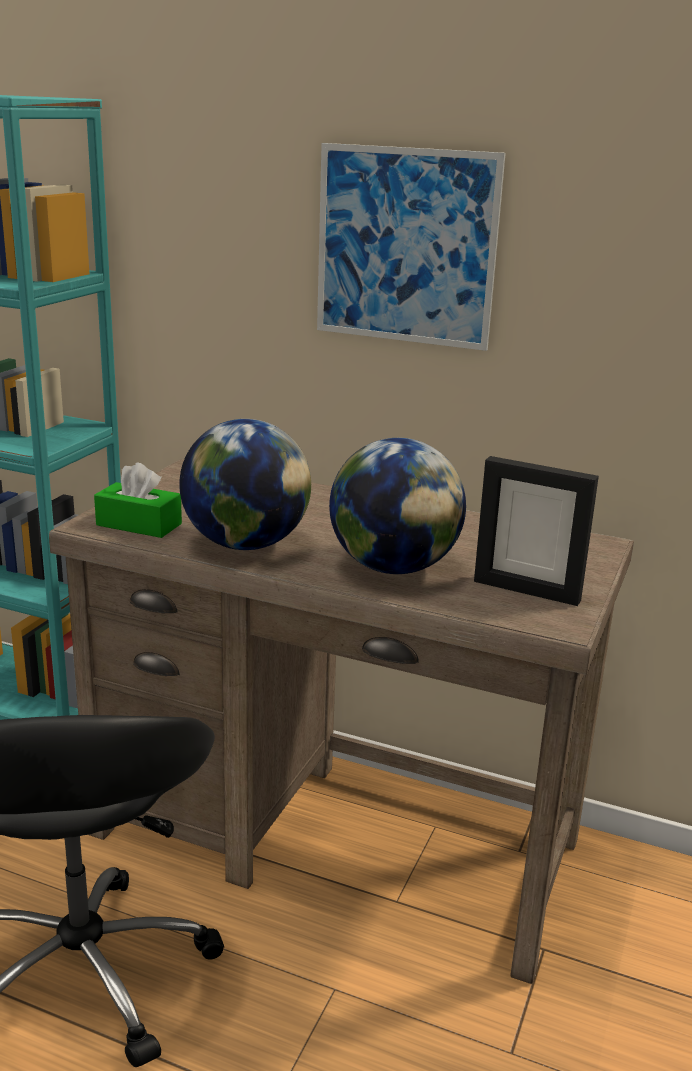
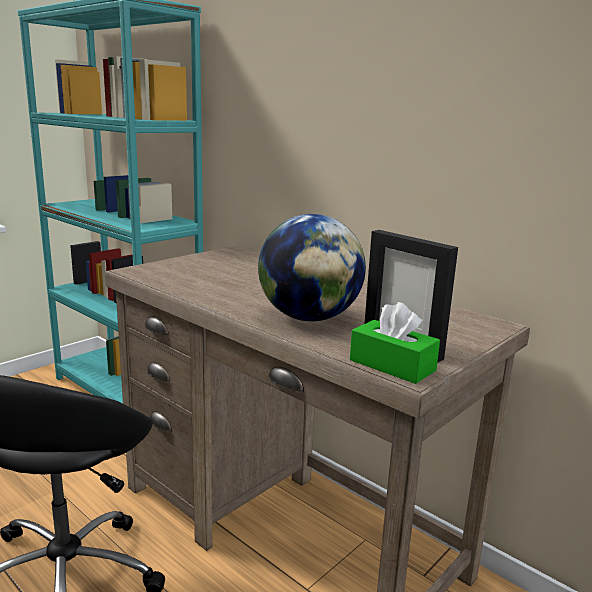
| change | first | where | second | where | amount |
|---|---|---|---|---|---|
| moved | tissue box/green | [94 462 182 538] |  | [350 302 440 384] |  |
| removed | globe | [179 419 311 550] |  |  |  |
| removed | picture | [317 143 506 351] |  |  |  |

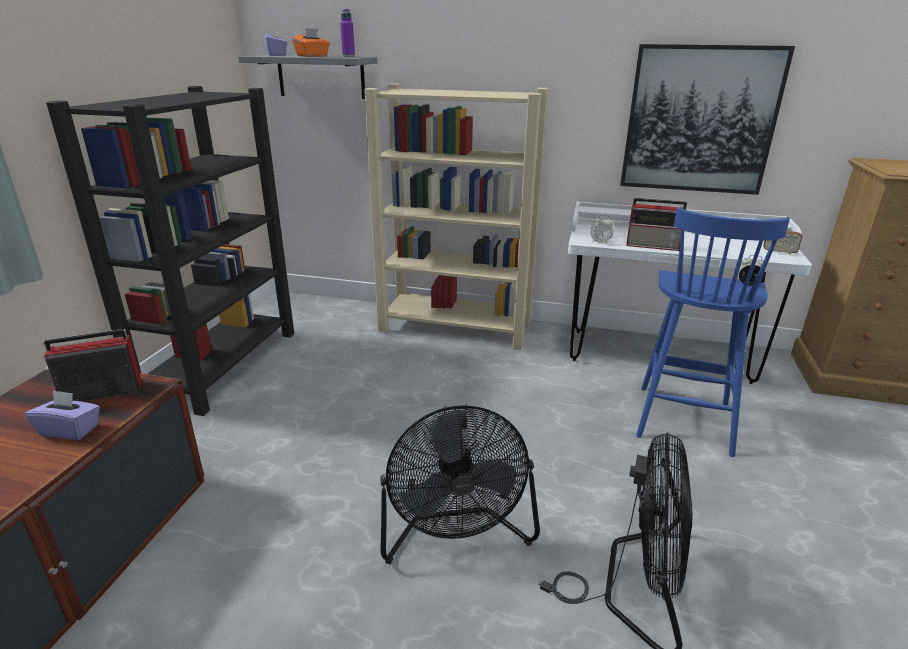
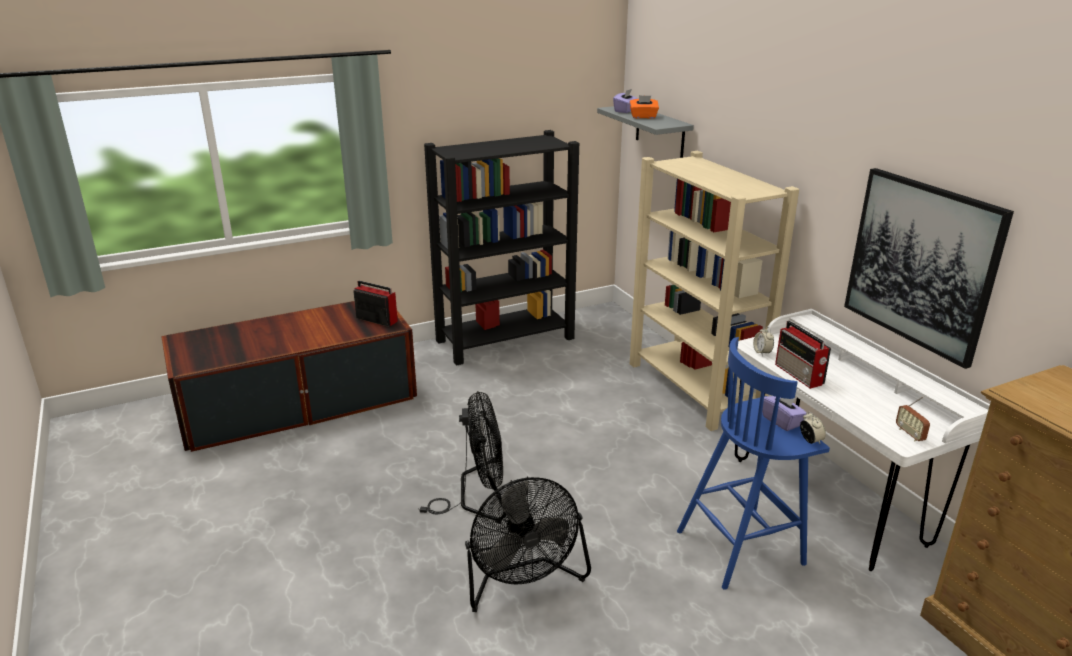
| change | first | where | second | where | amount |
|---|---|---|---|---|---|
| moved | tissue box/purple | [25 390 100 440] |  | [762 396 807 431] |  |
| removed | bottle/purple | [340 9 355 57] |  |  |  |
| turned | fan/black | [380 404 540 565] |  | [418 391 506 523] | 135 degrees counterclockwise |

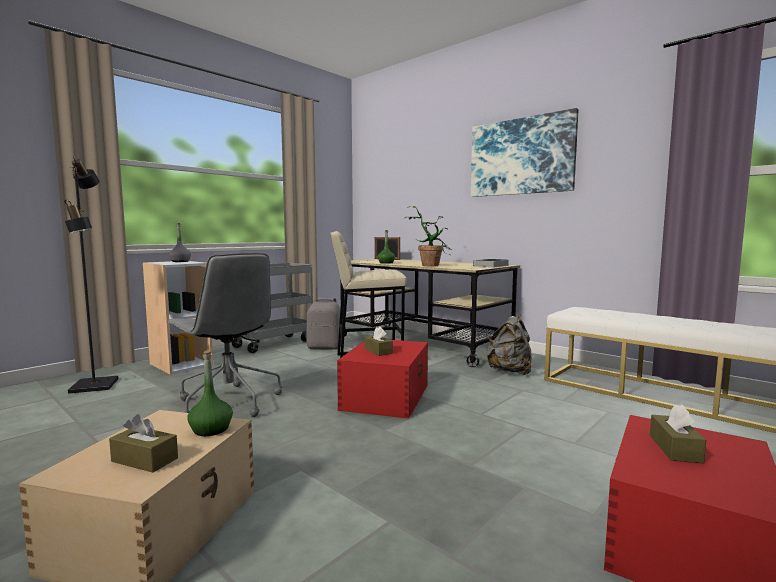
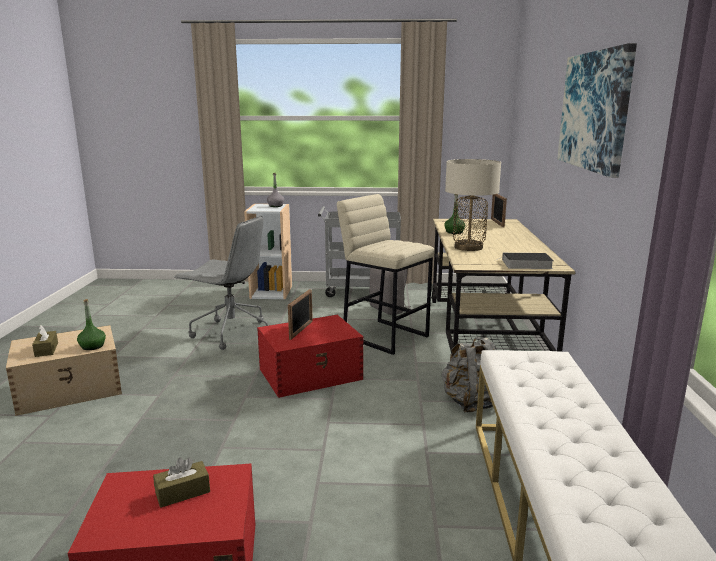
| change | first | where | second | where | amount |
|---|---|---|---|---|---|
| removed | floor lamp/black | [65 156 118 394] |  |  |  |
| turned | office chair/grey | [166 253 282 417] |  | [174 216 268 350] | 75 degrees counterclockwise |
| replaced | tissue box/brown | [365 326 393 356] | picture frame | [288 289 313 340] |  |
| replaced | potted plant | [405 206 452 266] | table lamp | [445 159 501 251] |  |

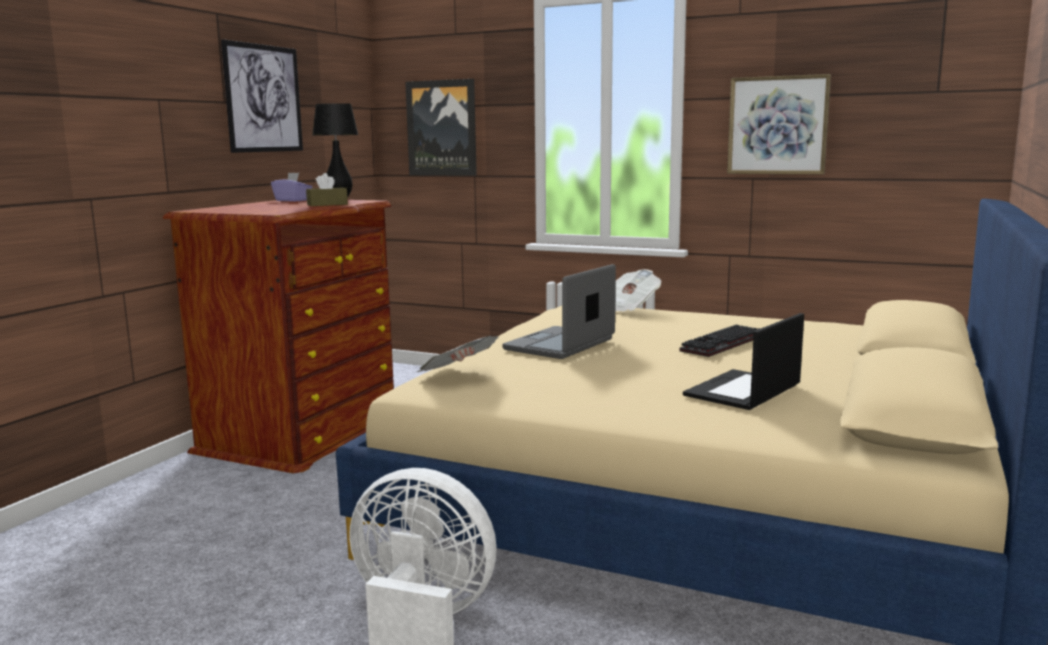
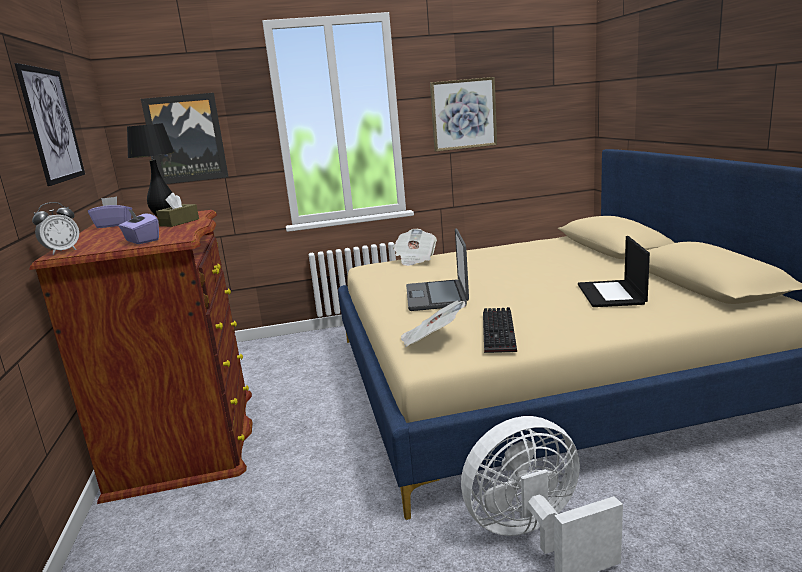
| change | first | where | second | where | amount |
|---|---|---|---|---|---|
| moved | keyboard | [679 325 761 357] |  | [483 307 517 353] |  |
| added |  |  | alarm clock | [32 202 79 255] |  |
| added |  |  | tissue box/purple | [119 209 159 244] |  |

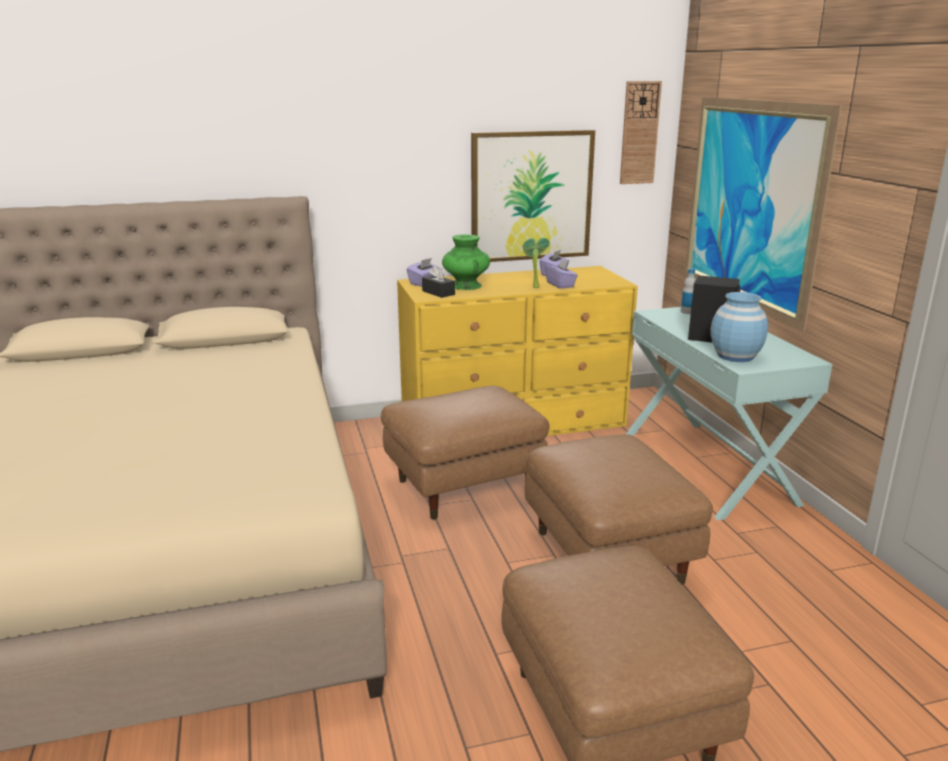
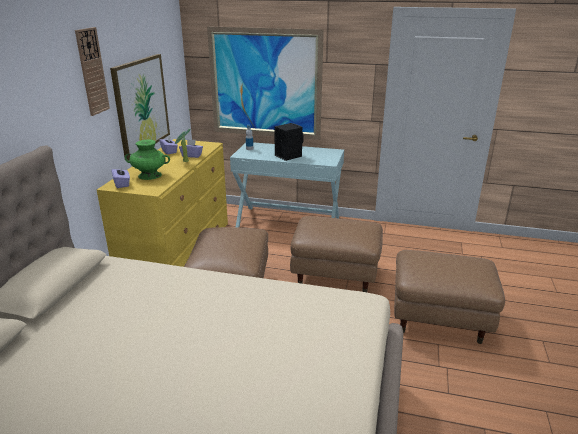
| change | first | where | second | where | amount |
|---|---|---|---|---|---|
| removed | tissue box/black | [422 266 455 298] |  |  |  |
| moved | wall clock | [620 81 662 184] |  | [75 27 110 116] |  |
| removed | vase/blue | [711 292 768 362] |  |  |  |

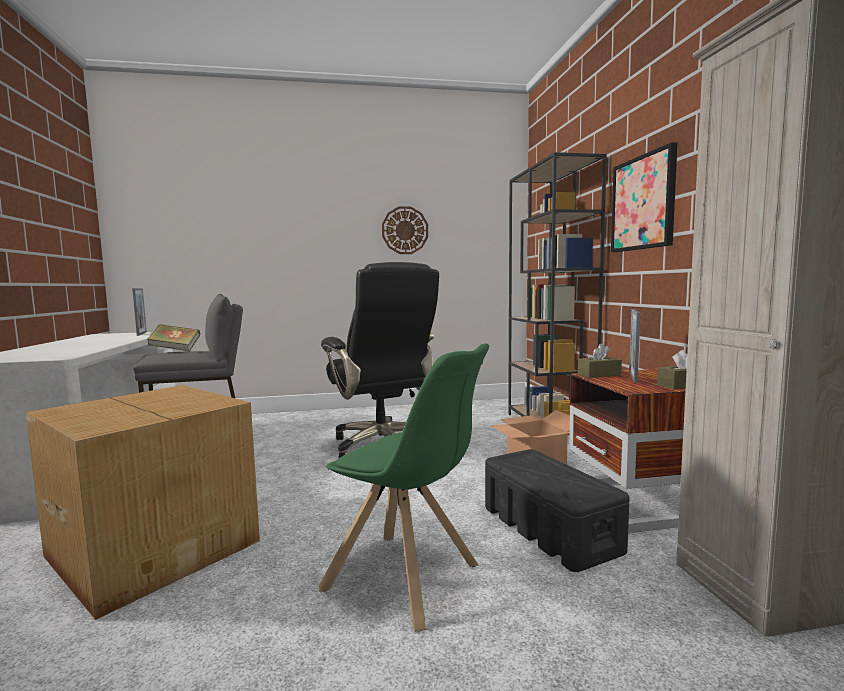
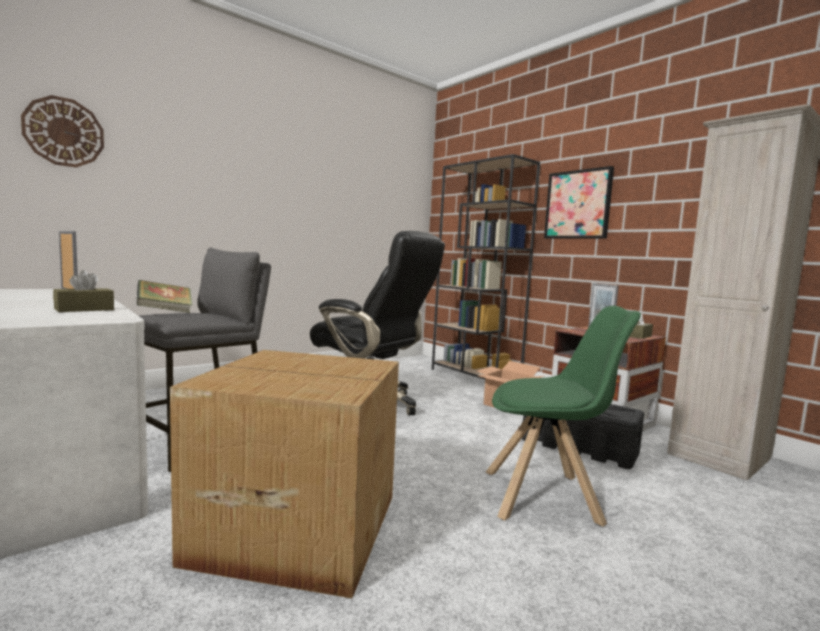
| change | first | where | second | where | amount |
|---|---|---|---|---|---|
| moved | wall clock | [382 206 428 254] |  | [21 95 104 167] |  |
| moved | tissue box/brown | [578 344 622 378] |  | [53 270 114 312] |  |

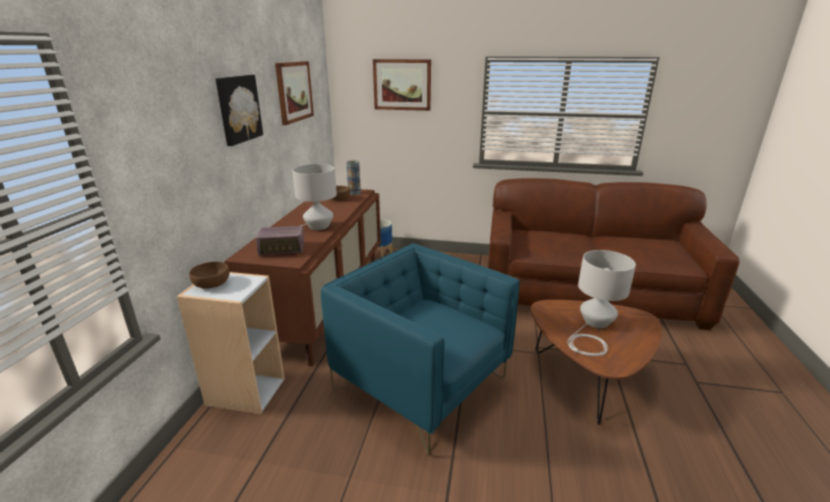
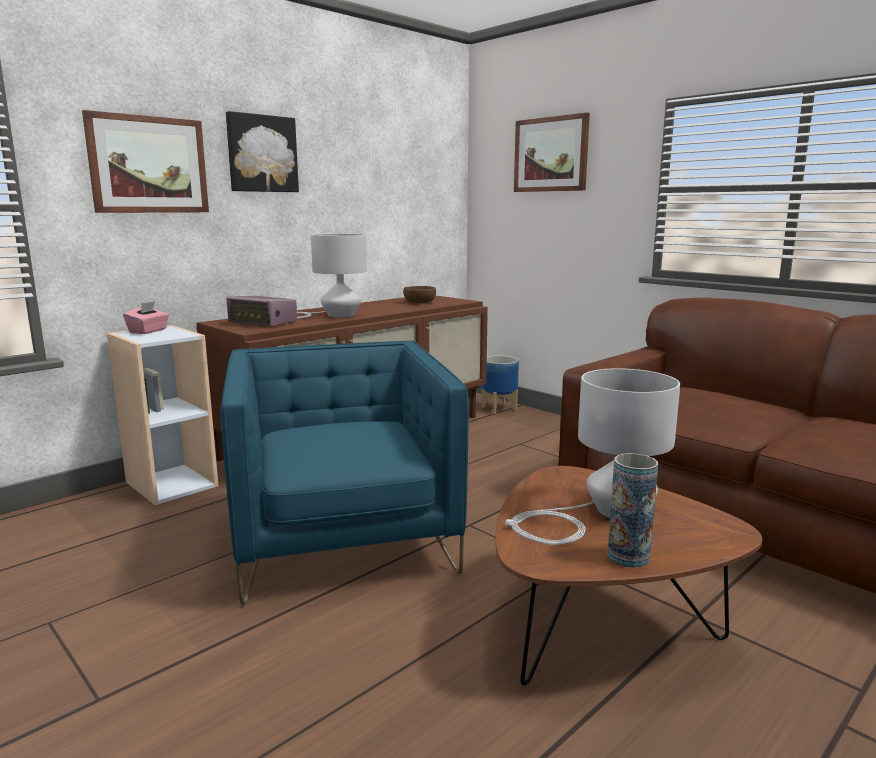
| change | first | where | second | where | amount |
|---|---|---|---|---|---|
| replaced | bowl/brown | [189 262 230 288] | tissue box/pink | [123 301 169 334] |  |
| moved | picture | [275 61 314 125] |  | [82 110 209 213] |  |
| moved | vase | [346 160 361 195] |  | [608 453 658 568] |  |

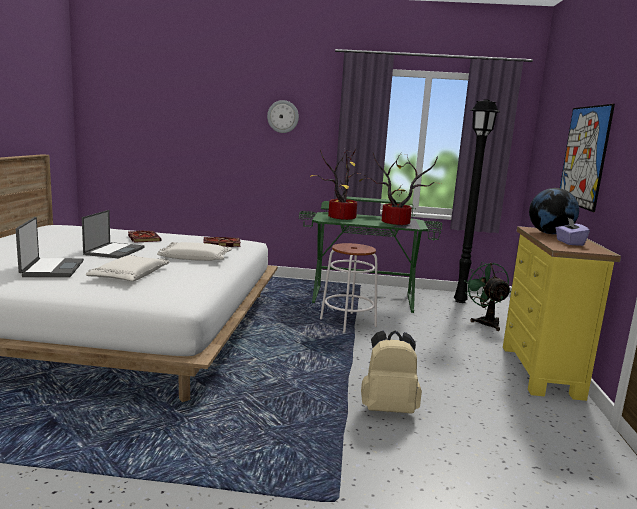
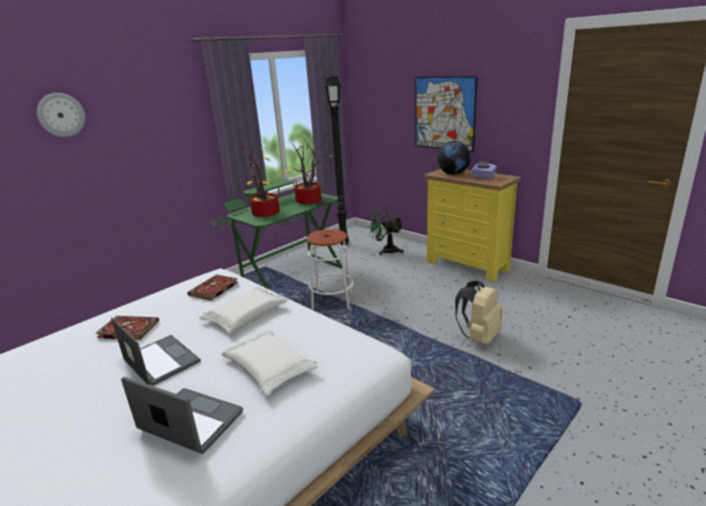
| change | first | where | second | where | amount |
|---|---|---|---|---|---|
| moved | wall clock | [267 100 299 133] |  | [37 93 85 137] |  |

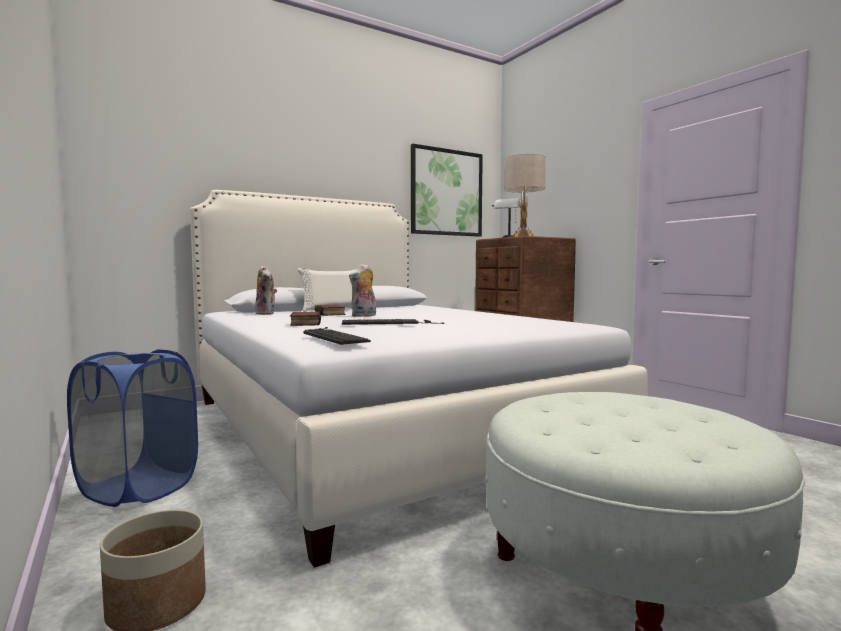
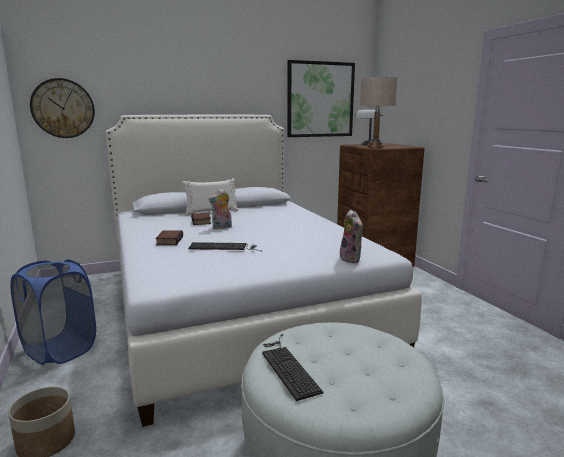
| change | first | where | second | where | amount |
|---|---|---|---|---|---|
| moved | plush toy | [255 265 277 315] |  | [340 209 363 263] |  |
| moved | keyboard | [304 327 371 345] |  | [262 334 324 401] |  |
| added |  |  | wall clock | [30 78 95 138] |  |

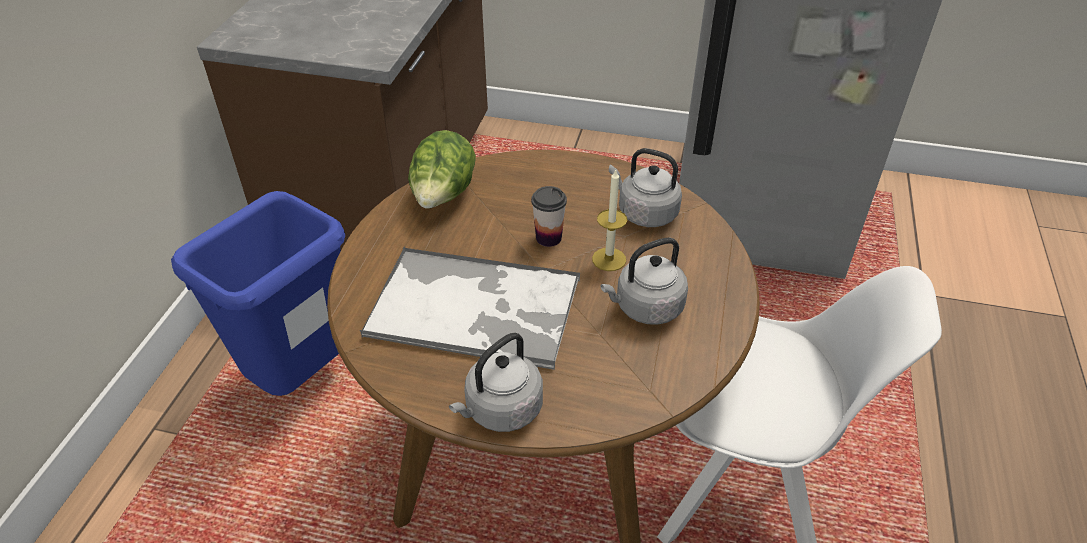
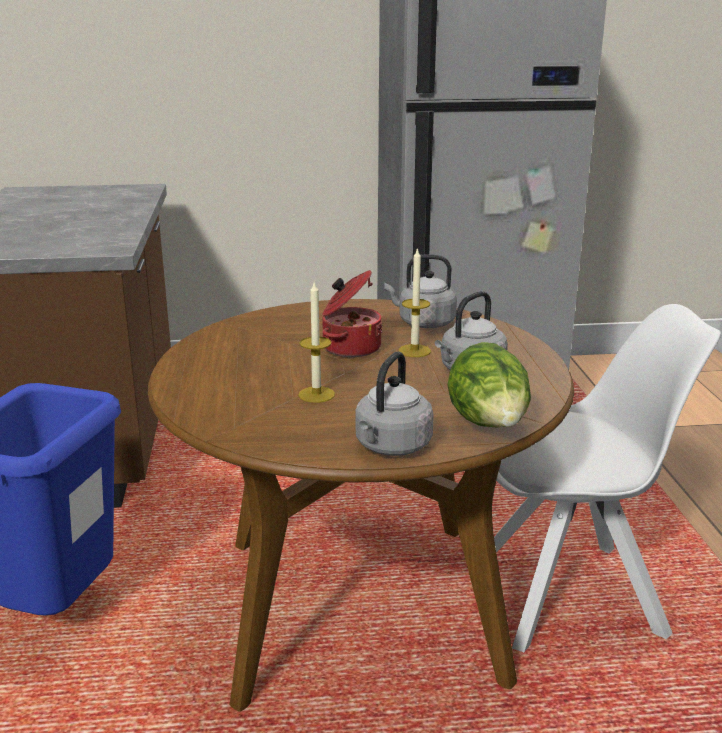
| change | first | where | second | where | amount |
|---|---|---|---|---|---|
| replaced | tray | [360 246 580 370] | candle | [298 280 335 403] |  |
| moved | lettuce | [408 130 476 208] |  | [447 342 531 427] |  |
| replaced | cup | [531 186 567 247] | cooking pot | [322 270 383 357] |  |

